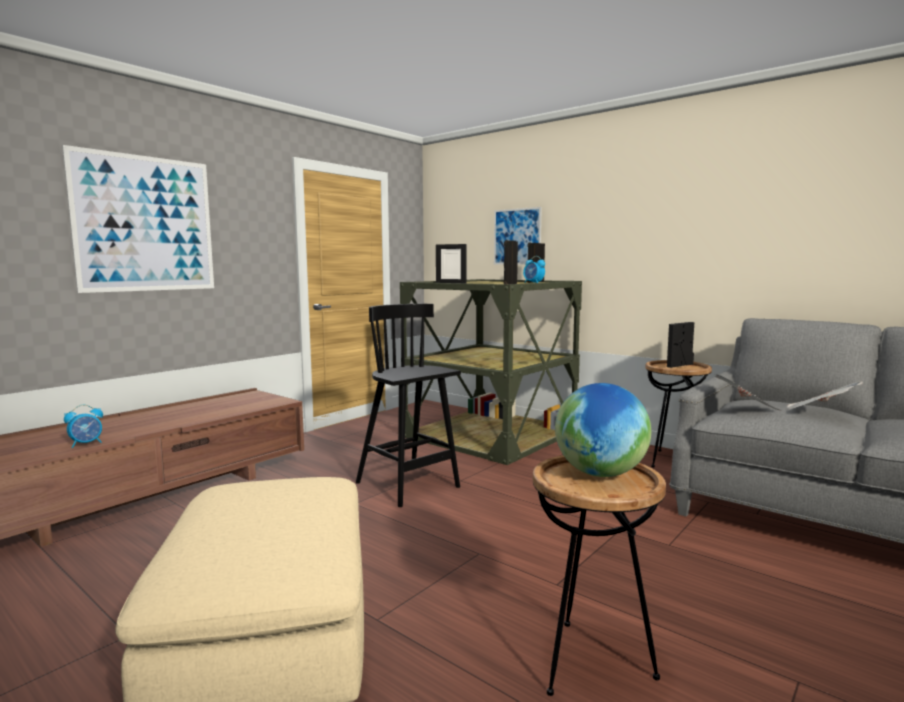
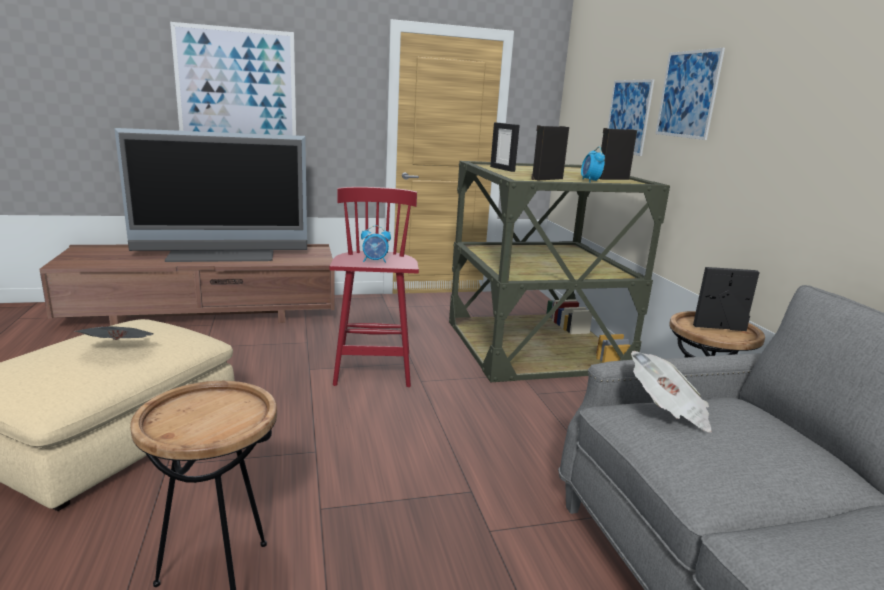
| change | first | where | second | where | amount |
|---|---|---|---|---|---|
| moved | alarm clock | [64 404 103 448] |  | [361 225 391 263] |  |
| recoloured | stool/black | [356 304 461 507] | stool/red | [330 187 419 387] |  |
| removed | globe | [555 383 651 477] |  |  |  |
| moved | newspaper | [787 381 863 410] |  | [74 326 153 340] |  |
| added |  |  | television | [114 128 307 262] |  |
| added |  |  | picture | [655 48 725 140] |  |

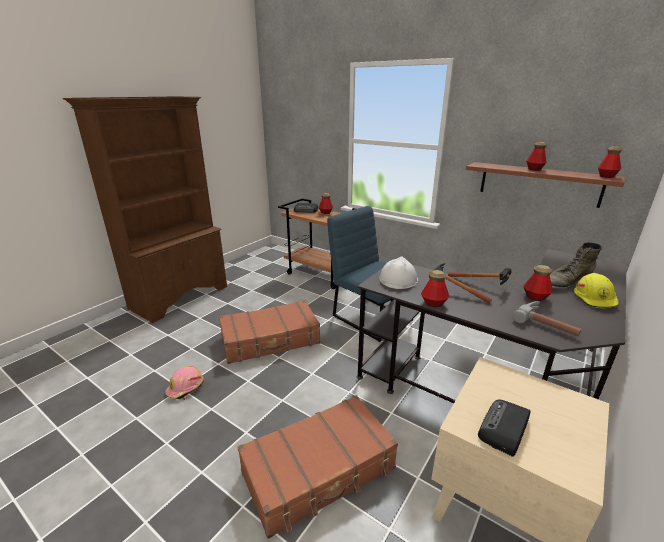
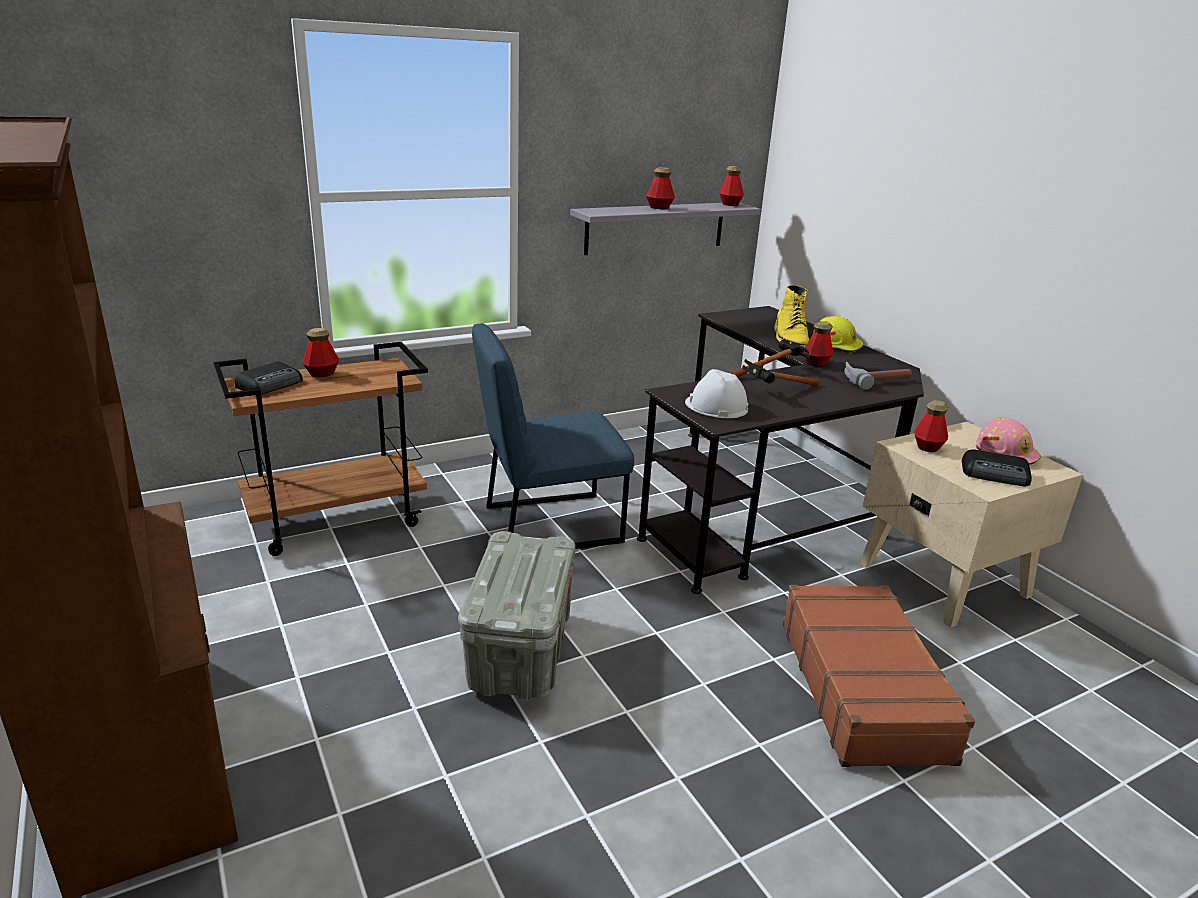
| change | first | where | second | where | amount |
|---|---|---|---|---|---|
| moved | hard hat/pink | [165 366 204 400] |  | [976 418 1041 465] |  |
| replaced | suitcase/brown | [219 300 320 364] | storage box/grey | [458 531 575 700] |  |
| moved | bottle | [421 270 449 307] |  | [914 400 948 452] |  |
| recoloured | shelf/brown | [466 162 625 208] | shelf/grey | [570 203 761 255] |  |
| turned | radio | [478 399 530 457] |  | [962 449 1032 486] | 45 degrees counterclockwise |
| recoloured | boot/green | [550 242 602 290] | boot/yellow | [774 285 809 347] |  |

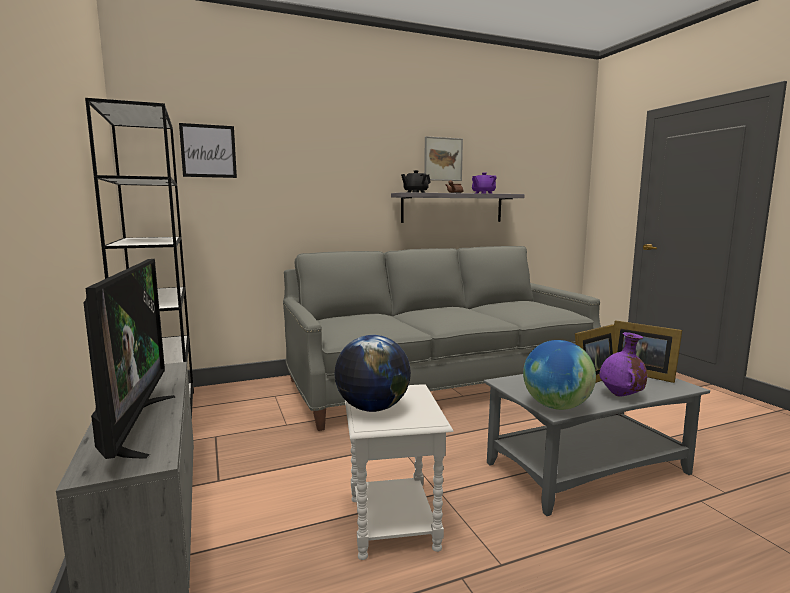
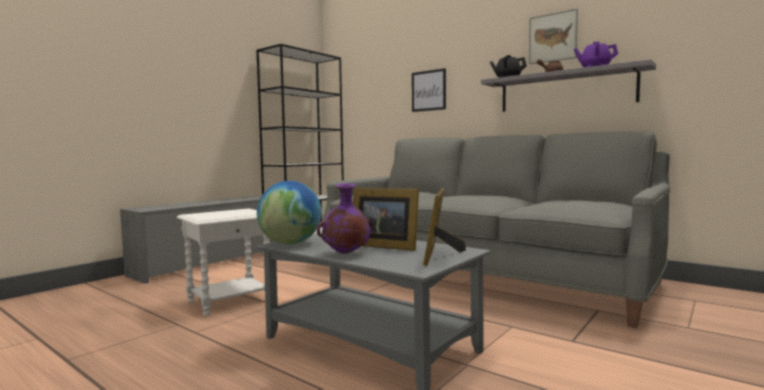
| change | first | where | second | where | amount |
|---|---|---|---|---|---|
| removed | television | [83 259 175 459] |  |  |  |
| moved | picture | [179 123 237 178] |  | [412 68 446 112] |  |
| removed | globe | [334 335 411 412] |  |  |  |

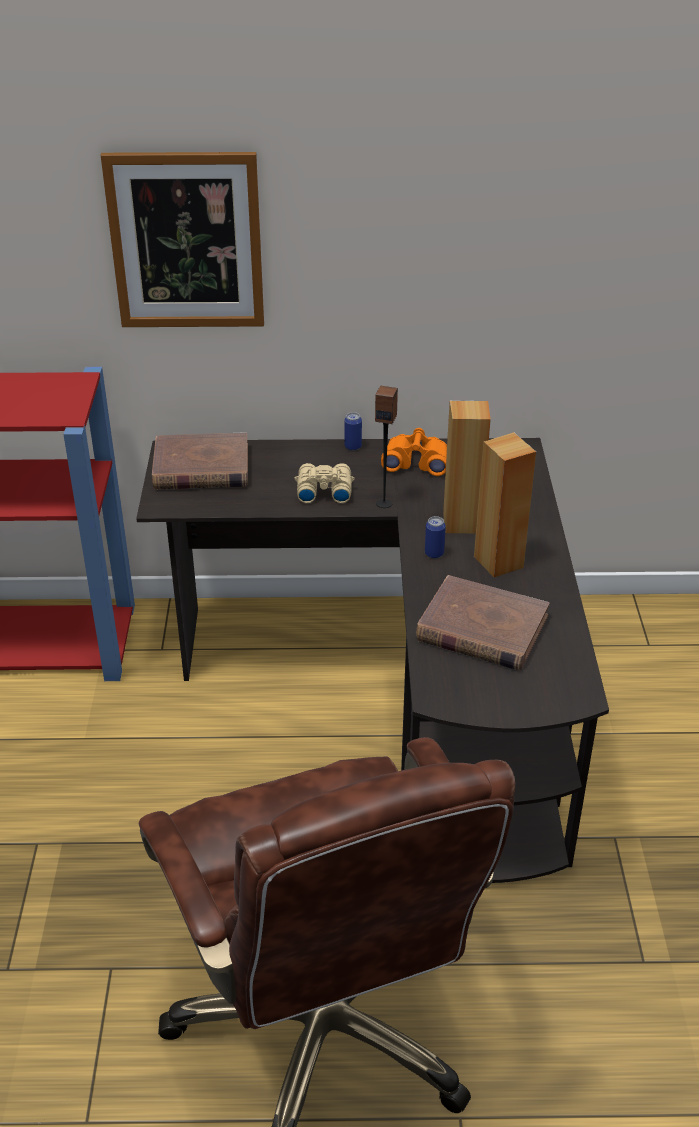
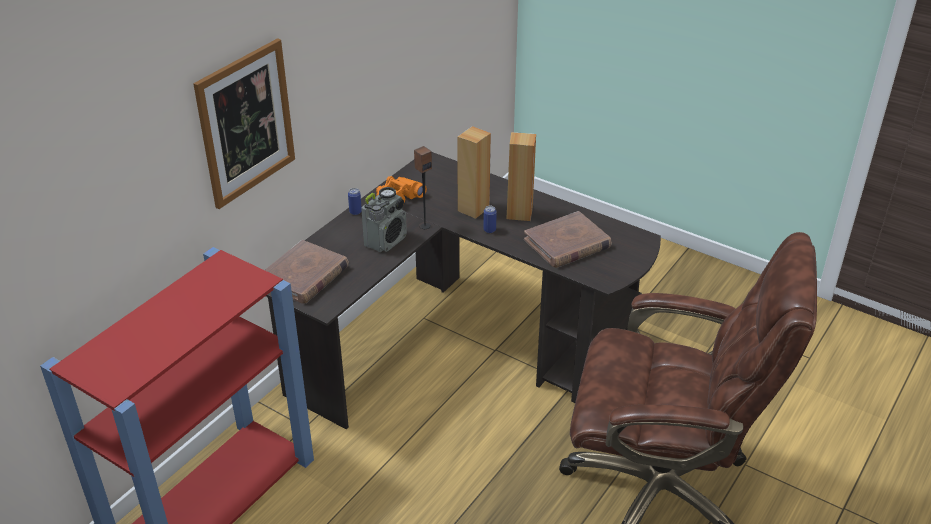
| change | first | where | second | where | amount |
|---|---|---|---|---|---|
| replaced | binoculars/beige | [294 463 355 503] | radio | [361 187 407 252] |  |

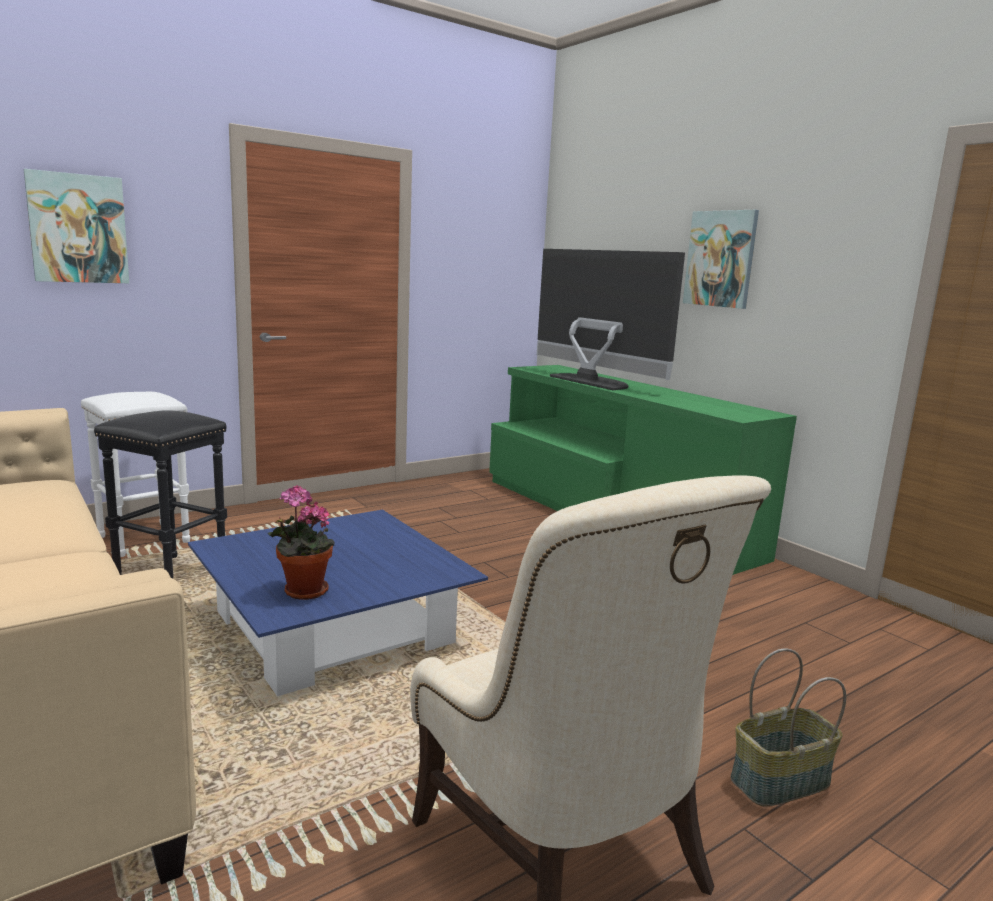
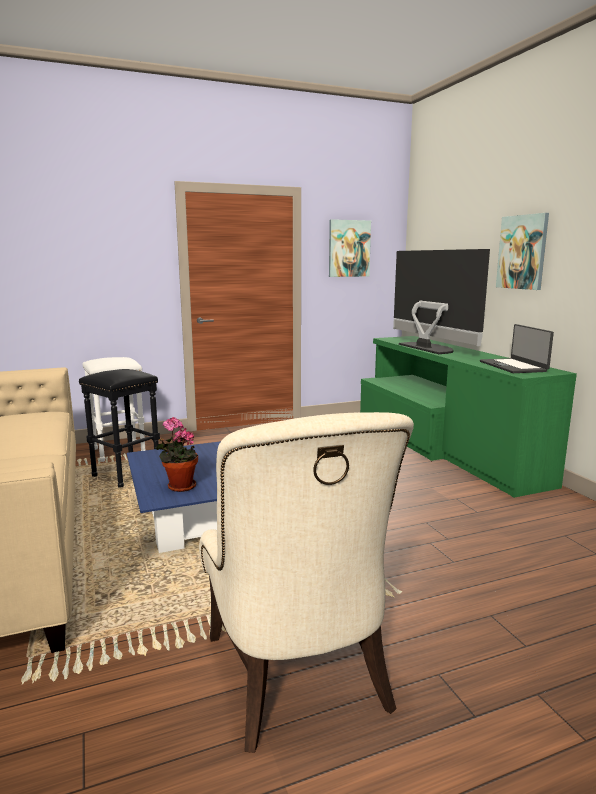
| change | first | where | second | where | amount |
|---|---|---|---|---|---|
| moved | picture | [24 169 129 283] |  | [329 219 371 277] |  |
| removed | basket | [730 648 846 807] |  |  |  |
| added |  |  | laptop | [480 324 554 373] |  |

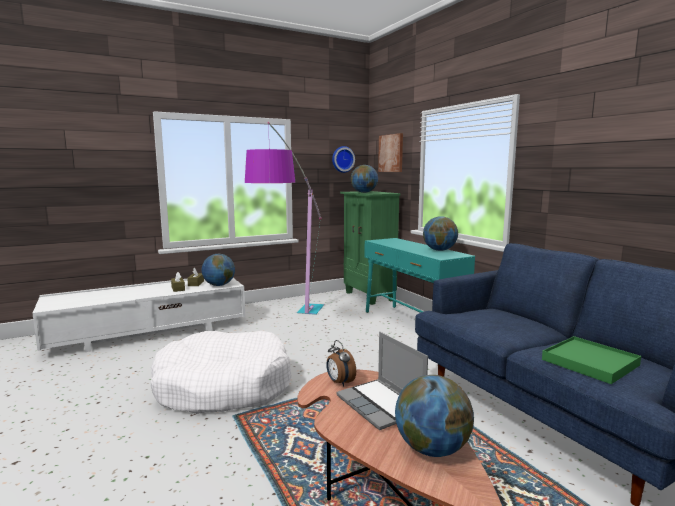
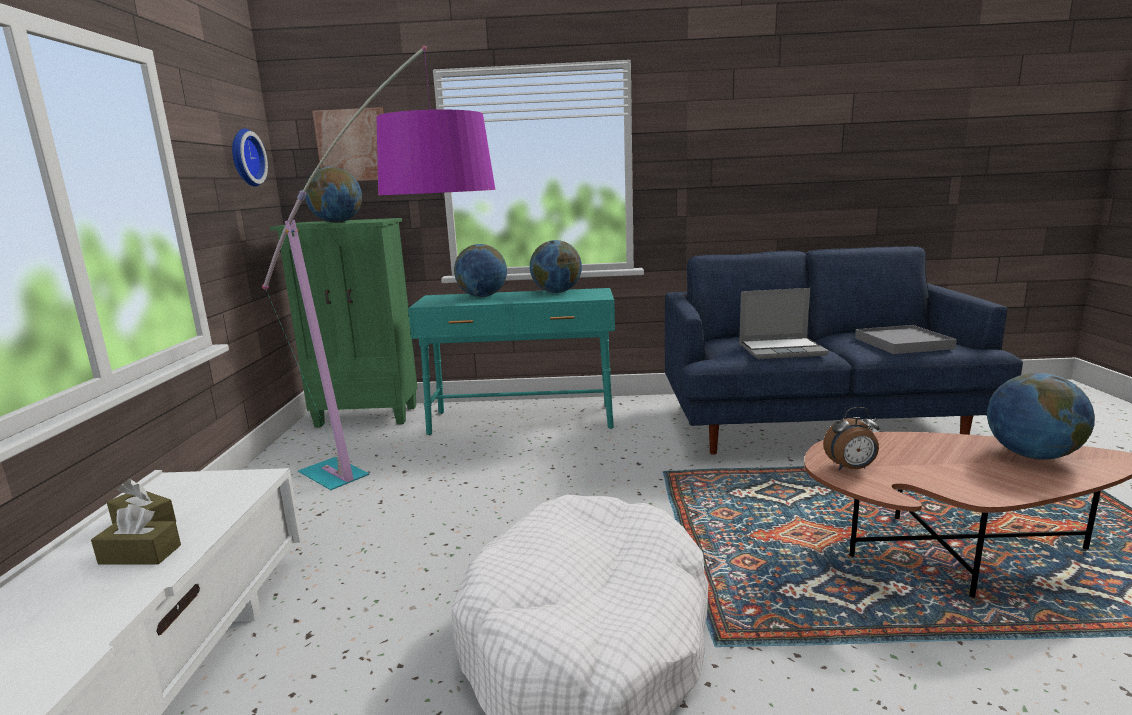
| change | first | where | second | where | amount |
|---|---|---|---|---|---|
| moved | globe | [202 254 235 286] |  | [454 244 507 297] |  |
| moved | laptop | [336 332 428 430] |  | [739 288 829 359] |  |
| recoloured | tray/green | [542 336 641 384] | tray/grey | [855 325 957 354] |  |

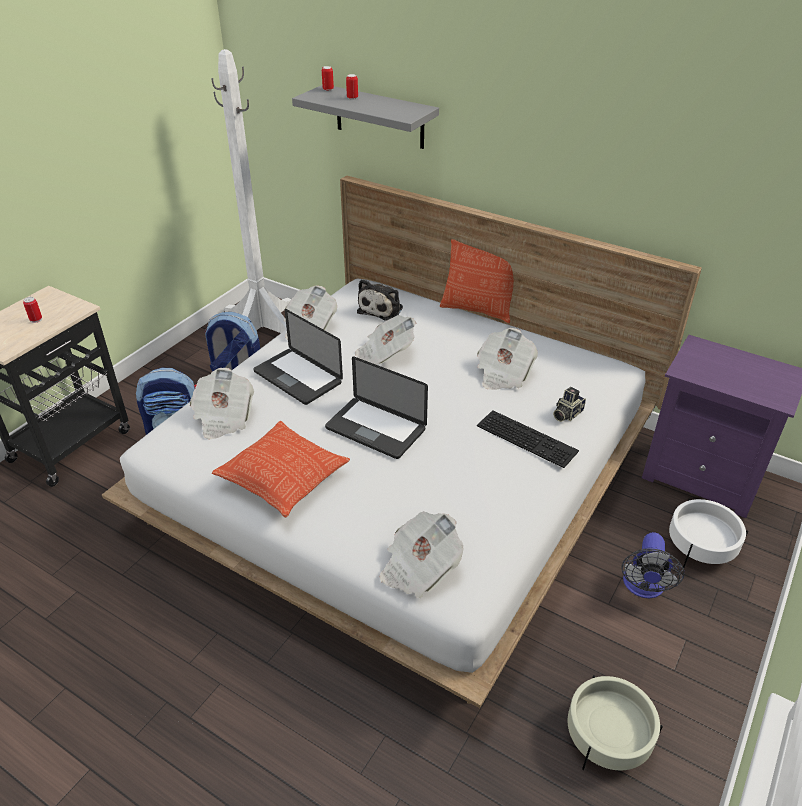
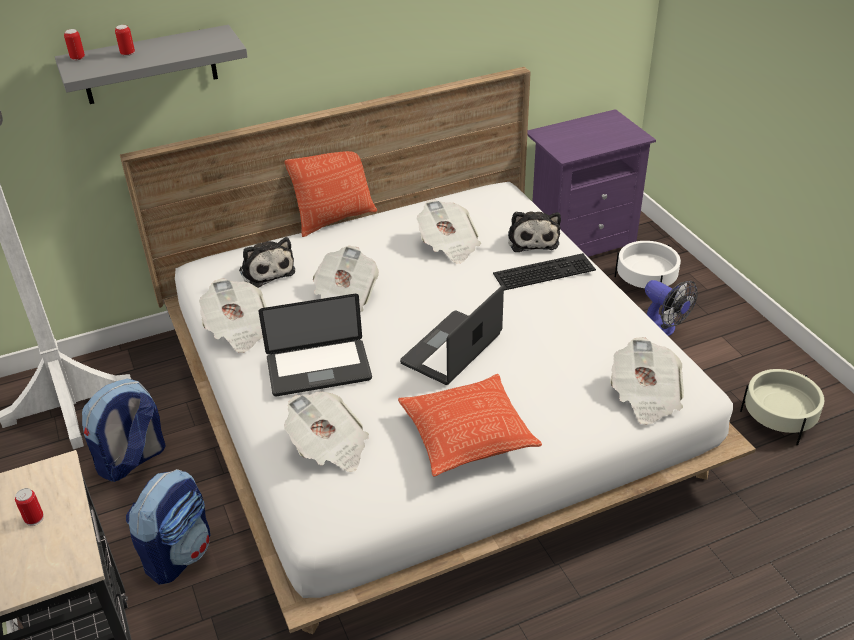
| change | first | where | second | where | amount |
|---|---|---|---|---|---|
| turned | laptop | [325 357 428 459] |  | [400 285 504 385] | 150 degrees clockwise |
| replaced | photo camera | [553 387 586 422] | plush toy | [508 211 561 252] |  |

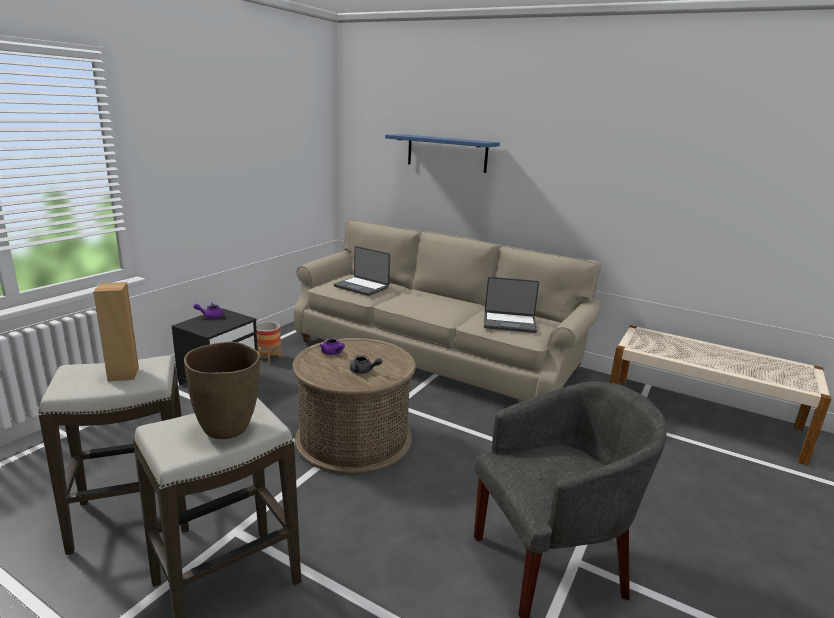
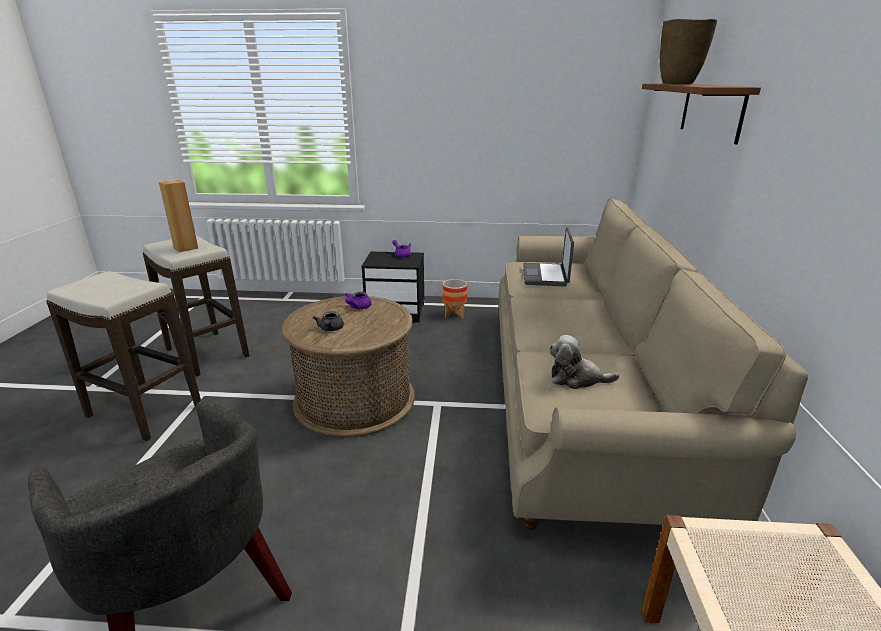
| change | first | where | second | where | amount |
|---|---|---|---|---|---|
| moved | vase/brown | [184 342 260 439] |  | [660 19 717 84] |  |
| recoloured | shelf/blue | [385 134 500 173] | shelf/brown | [642 83 761 144] |  |
| replaced | laptop | [484 277 539 333] | plush toy | [549 335 620 389] |  |

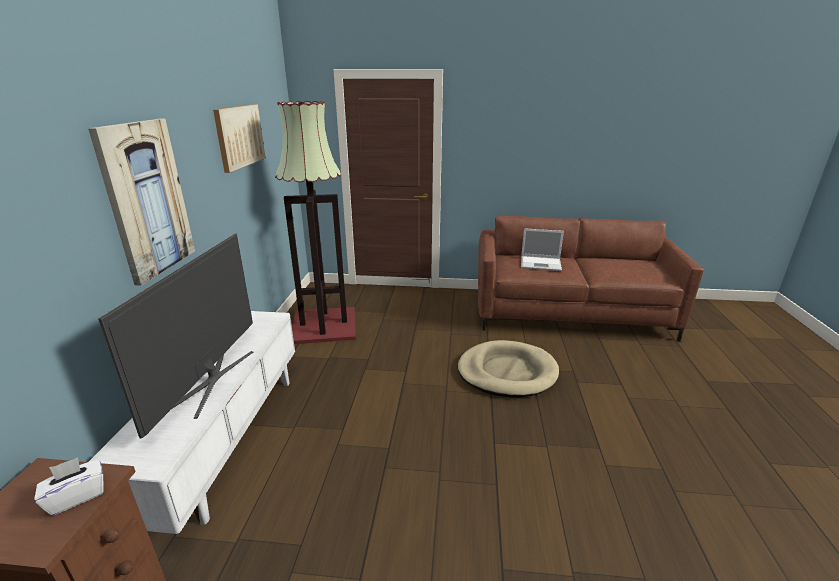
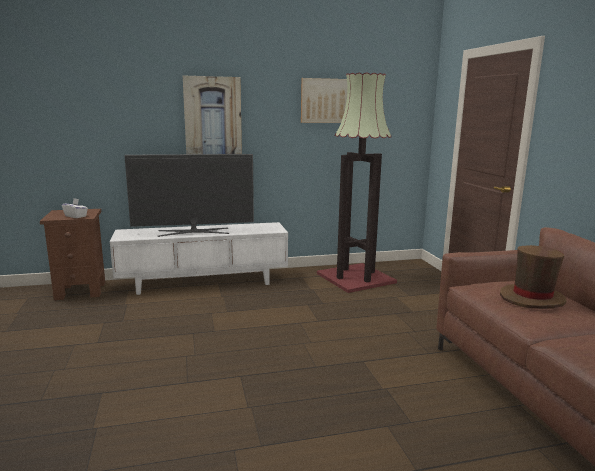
| change | first | where | second | where | amount |
|---|---|---|---|---|---|
| removed | dog bed/beige | [458 340 559 398] |  |  |  |
| replaced | laptop | [521 228 564 271] | hat/brown | [500 245 567 309] |  |

